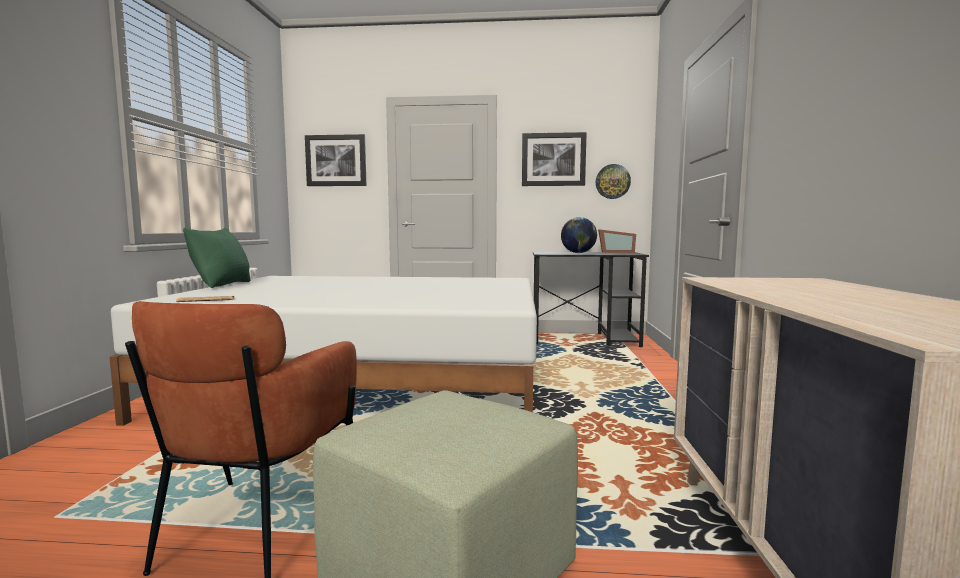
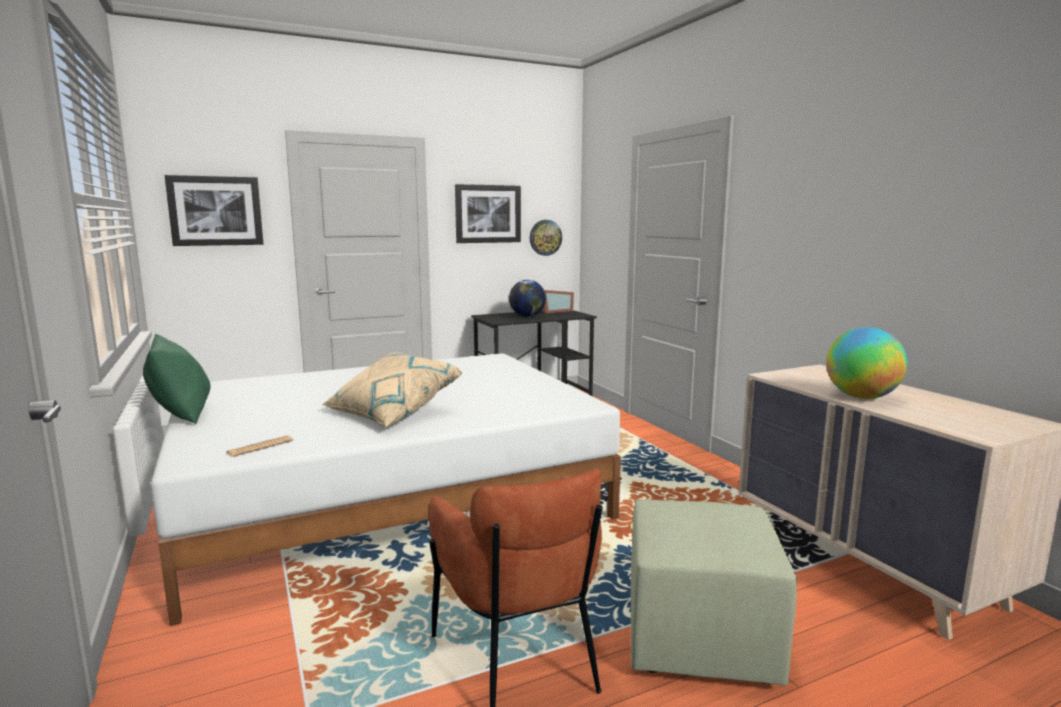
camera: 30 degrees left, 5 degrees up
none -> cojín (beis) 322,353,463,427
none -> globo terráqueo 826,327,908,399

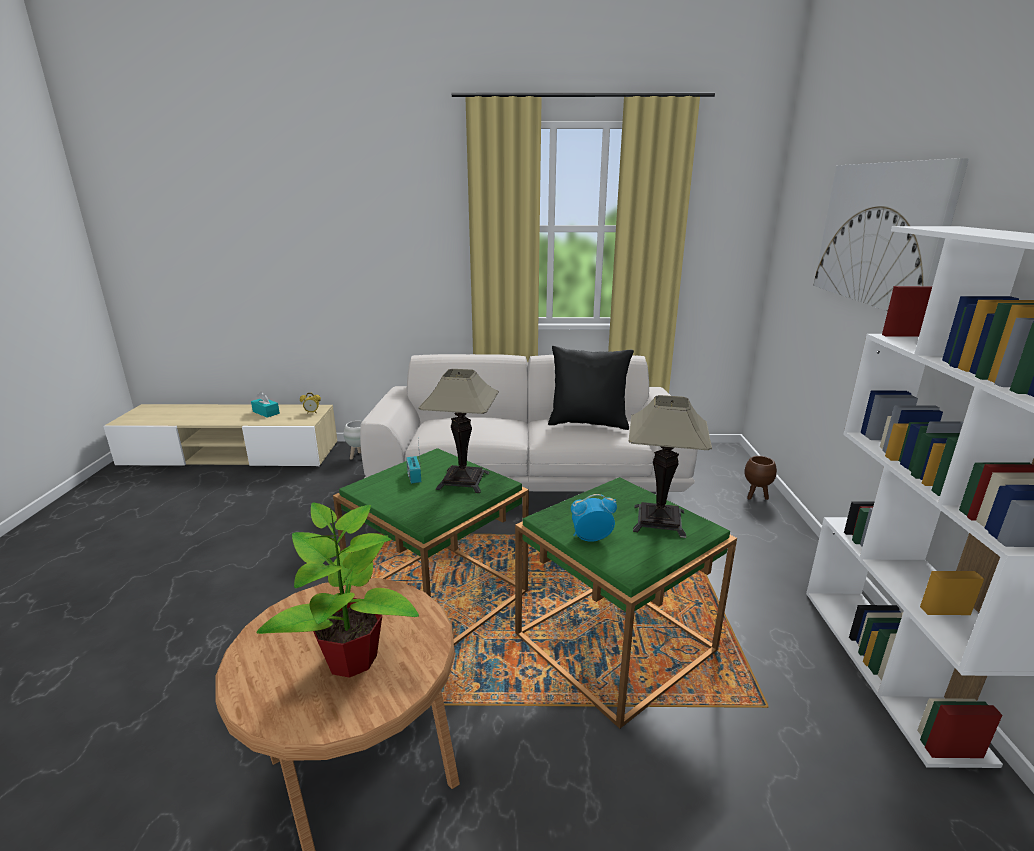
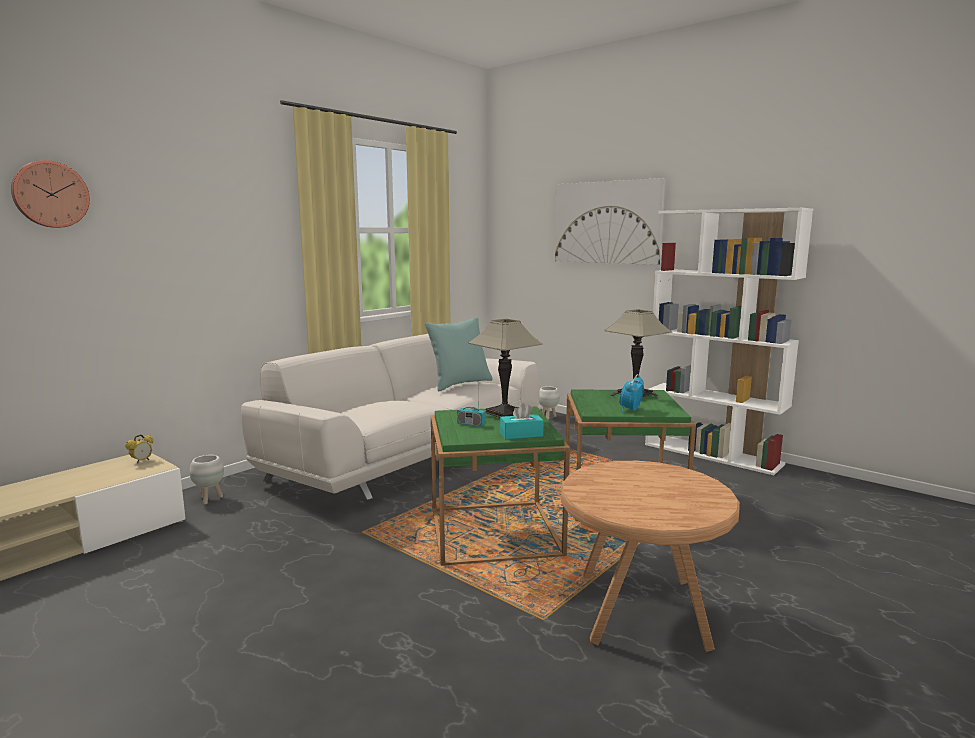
camera: 50 degrees left, 10 degrees down
caja de pañuelos (turquesa) 251,392,280,418 -> caja de pañuelos (turquesa) 500,403,543,439, relocated
planta en maceta 257,502,419,678 -> none
cojín (negro) 548,346,634,430 -> cojín (turquesa) 425,318,493,391
maceta (marrón) 744,456,777,500 -> maceta (blanco) 539,387,560,420
none -> reloj de pared 11,160,90,228

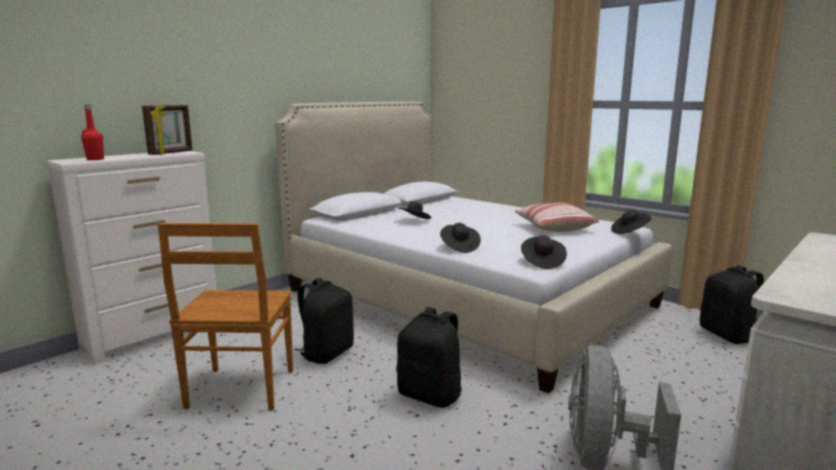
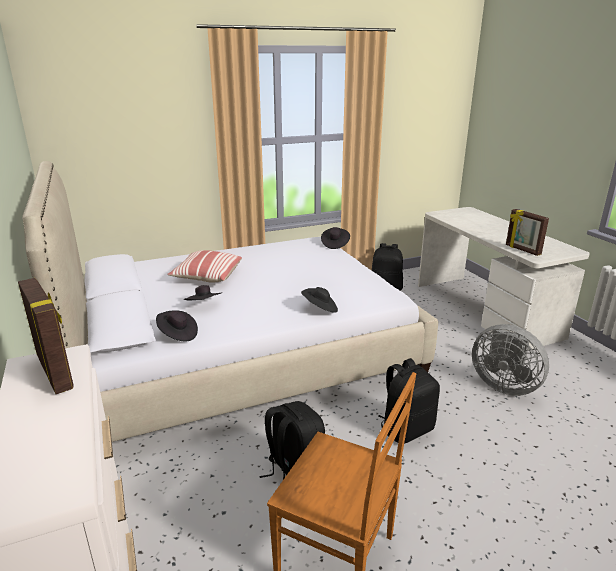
camera: 65 degrees left, 10 degrees up
botella (rojo) 81,104,104,160 -> none
cojín 514,203,599,232 -> cojín 167,250,242,283, relocated
sombrero (negro) 521,235,567,269 -> sombrero (negro) 156,310,198,342, relocated
none -> portarretratos 506,209,549,256

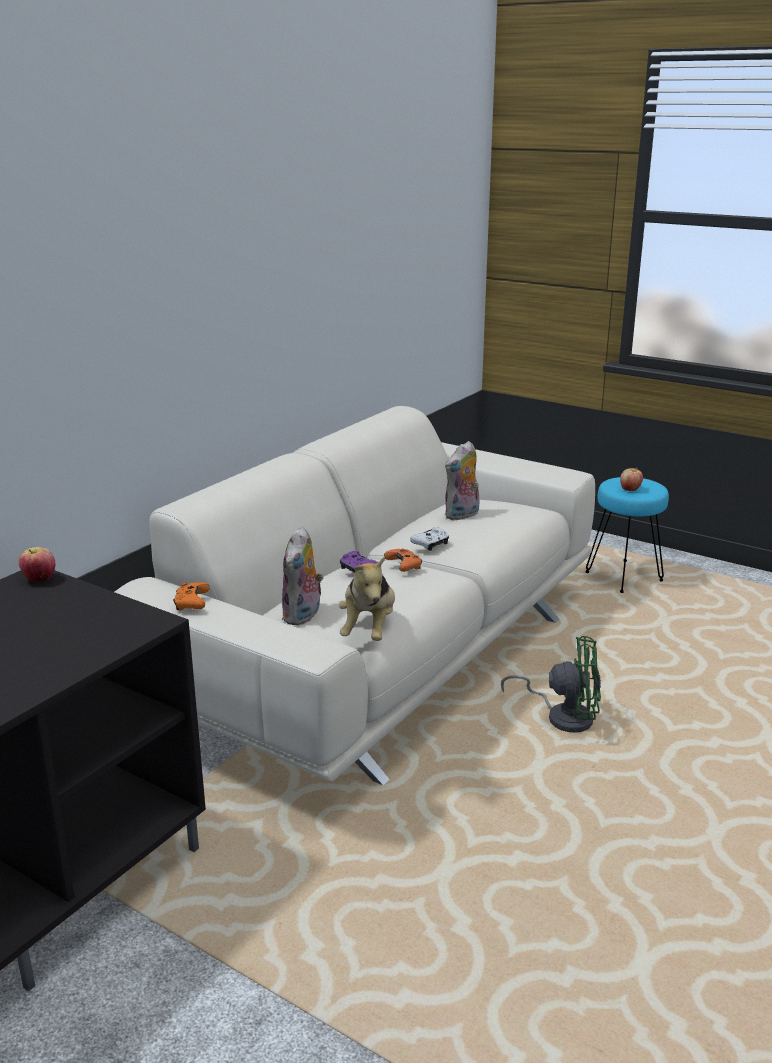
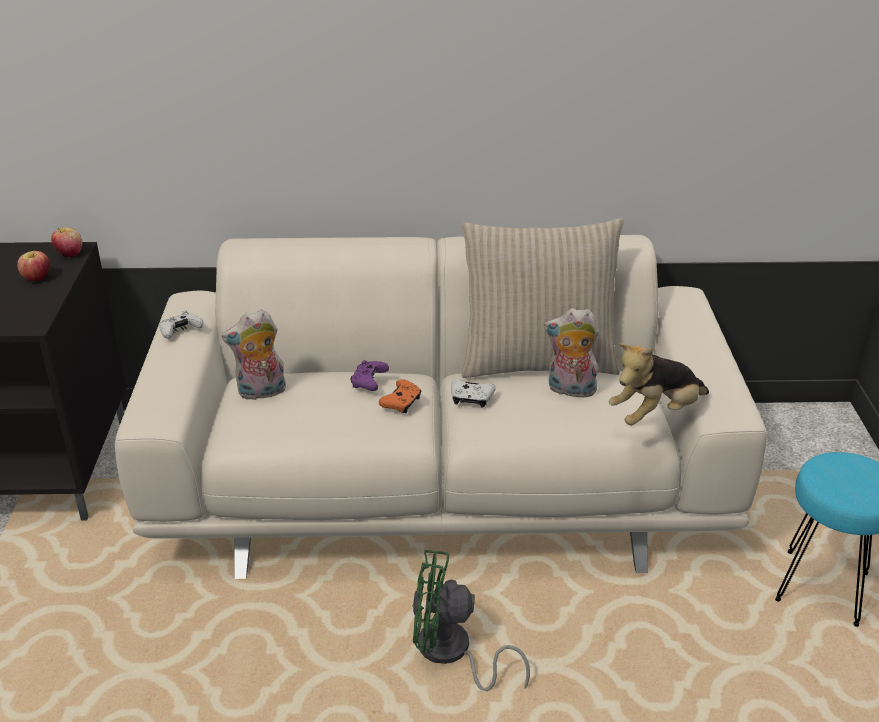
camera: 55 degrees right, 10 degrees up
mando de consola (naranja) 173,582,210,611 -> mando de consola (blanco) 159,311,204,339
peluche 339,556,395,641 -> peluche 609,343,709,425, relocated
ventilador (verde) 501,636,601,733 -> ventilador (verde) 413,550,530,691, 120 degrees clockwise
manzana 620,468,643,491 -> manzana 17,251,50,281, relocated
none -> cojín (beis) 462,218,624,378

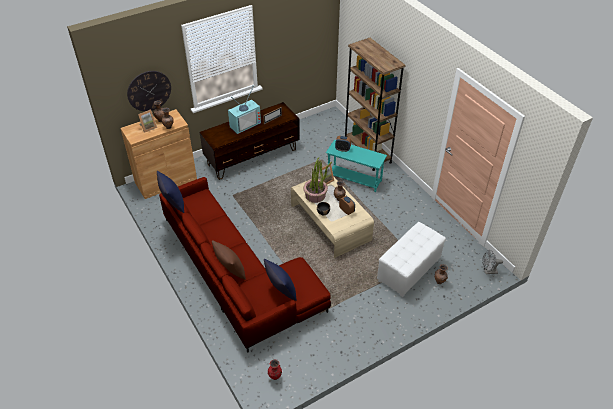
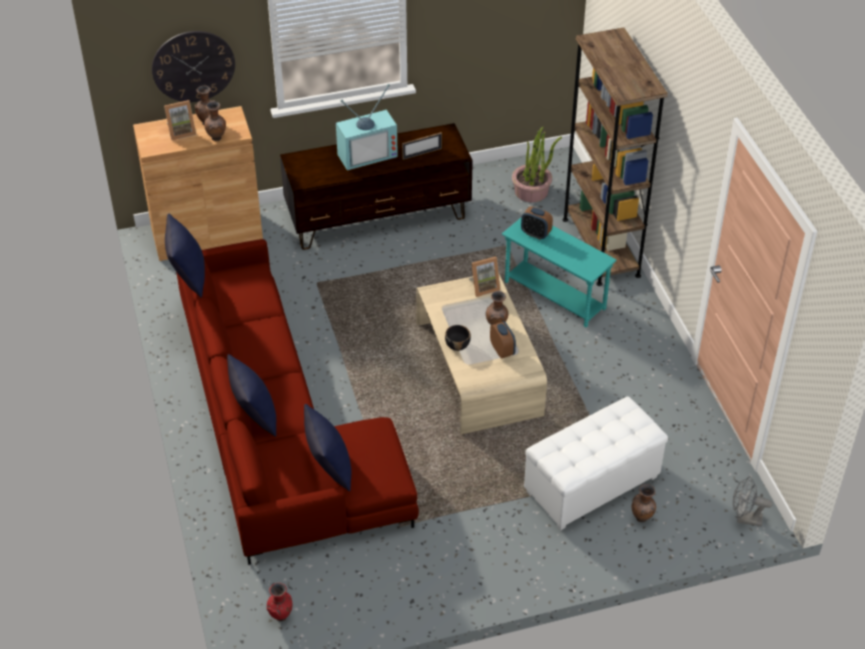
camera: 15 degrees right, 0 degrees up
cojín (marrón) 212,240,246,280 -> cojín (azul) 227,354,276,437
planta en maceta 303,157,332,203 -> planta en maceta 512,126,562,202, relocated

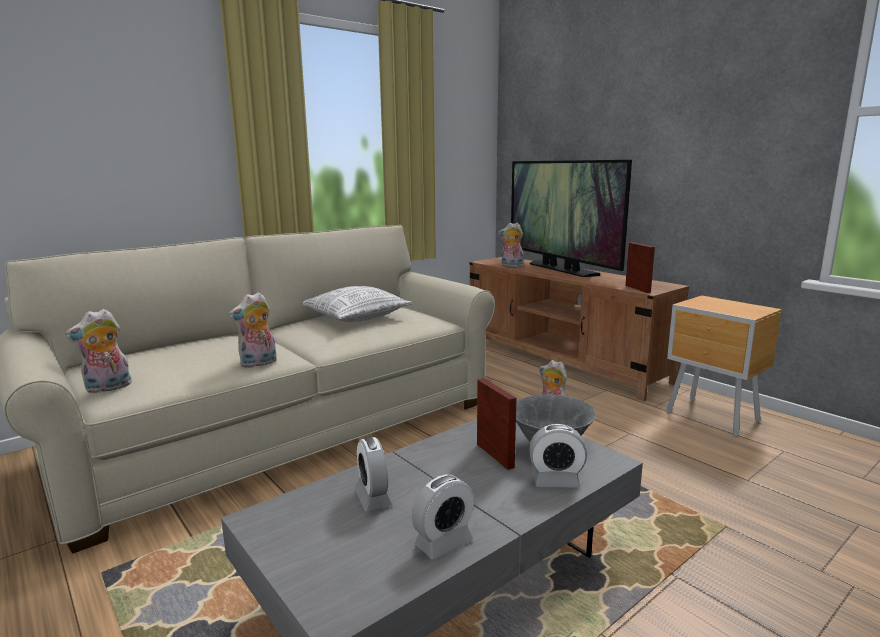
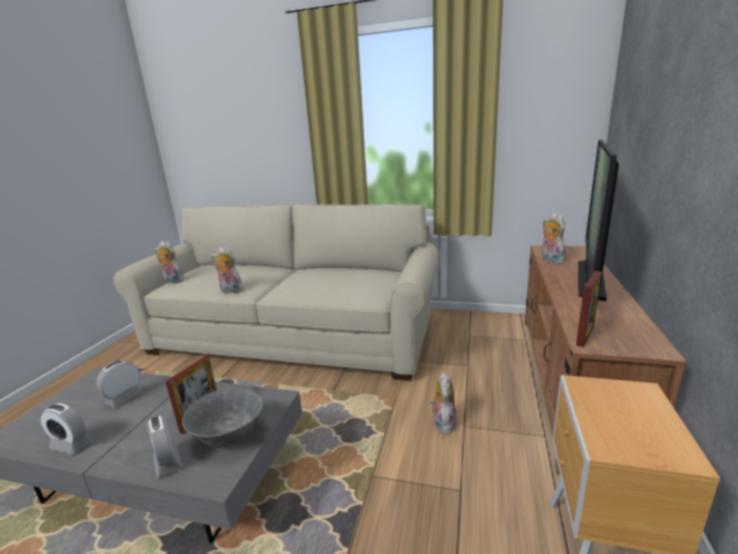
camera: 55 degrees right, 5 degrees up
cojín 303,286,412,322 -> none

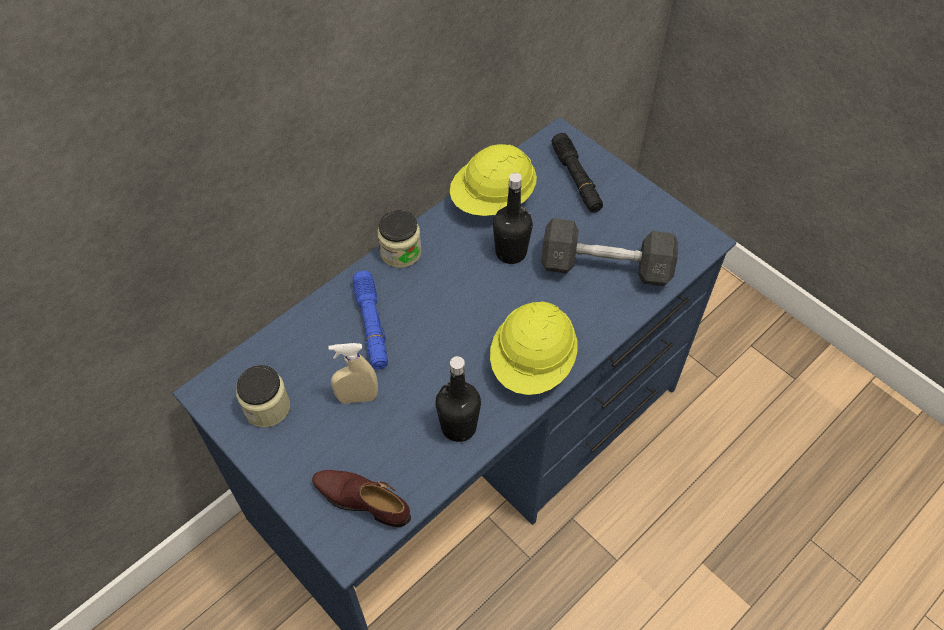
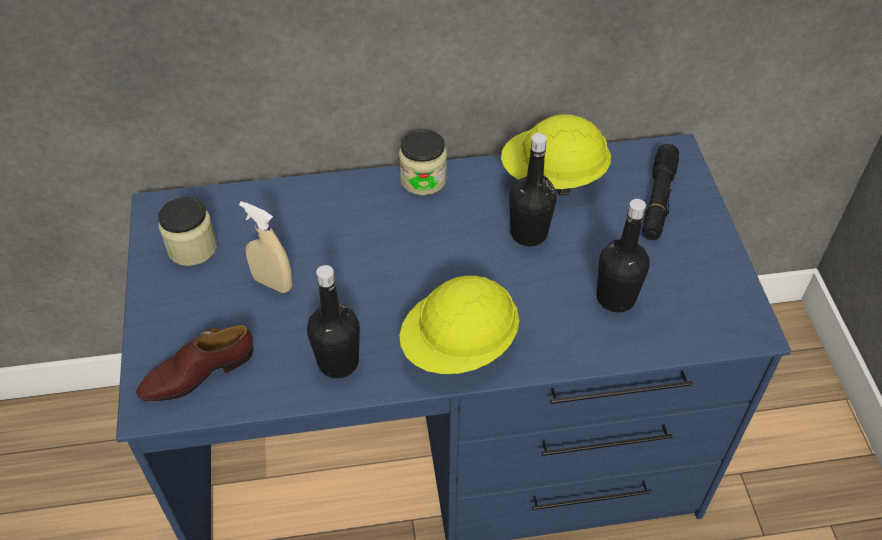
camera: 35 degrees right, 5 degrees down
zapato (marrón) 312,470,411,527 -> zapato (marrón) 136,325,253,401, 90 degrees counterclockwise
linterna (azul) 353,271,388,369 -> none
mancuerna (gris) 541,218,678,286 -> botella (negro) 597,199,649,313

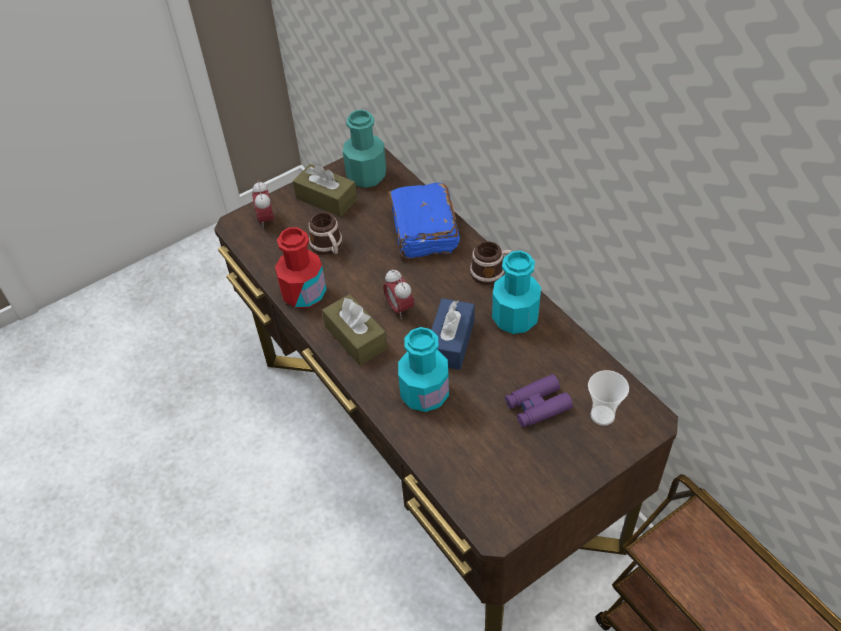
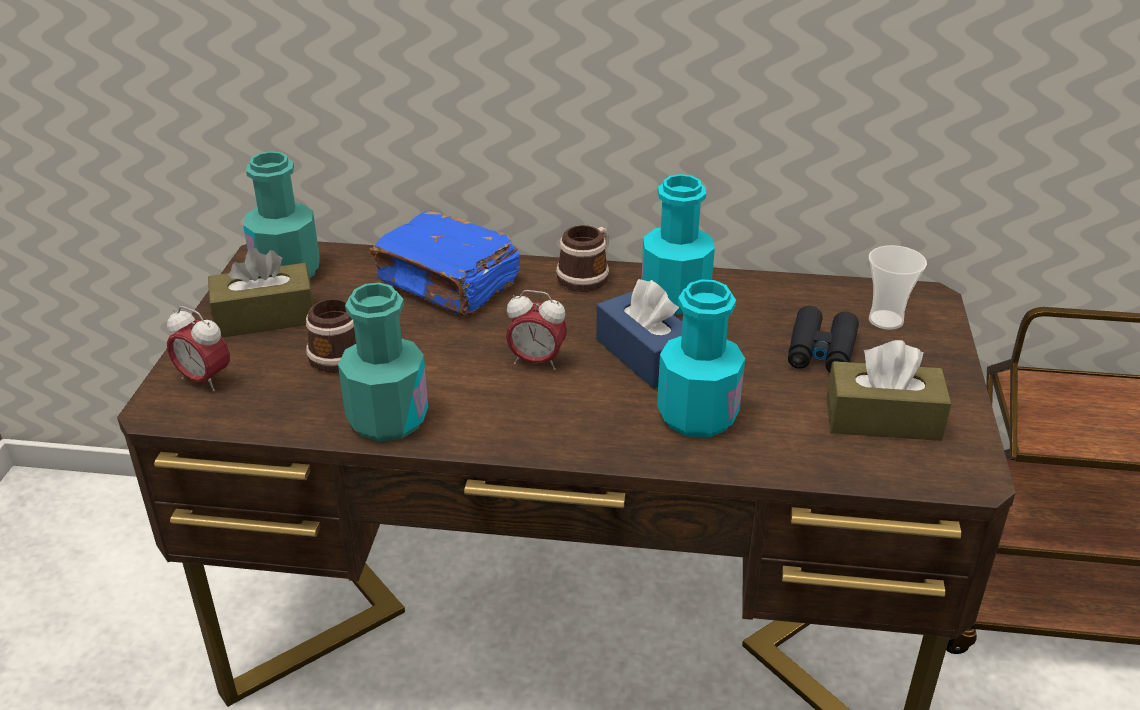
camera: 50 degrees left, 15 degrees down
botella (rojo) 275,227,327,308 -> botella (turquesa) 338,282,428,442
caja de pañuelos (marrón) 322,294,387,365 -> caja de pañuelos (marrón) 826,340,951,441, relocated
prismáticos (morado) 505,374,573,428 -> prismáticos (negro) 788,306,859,373

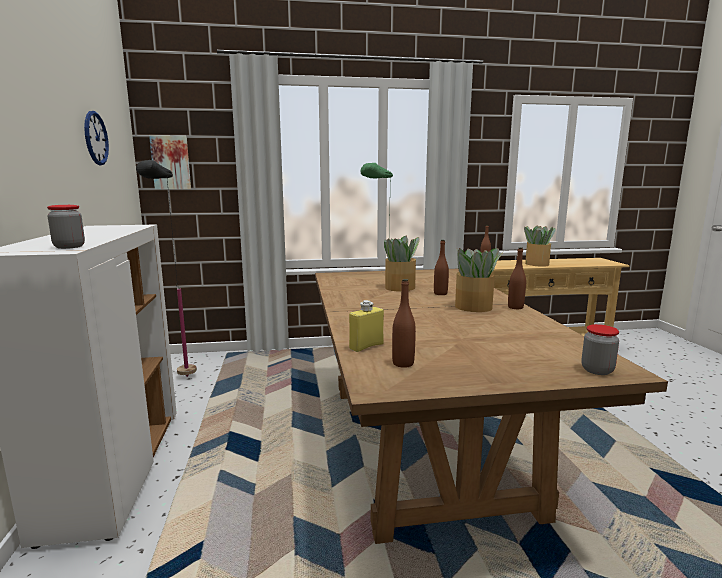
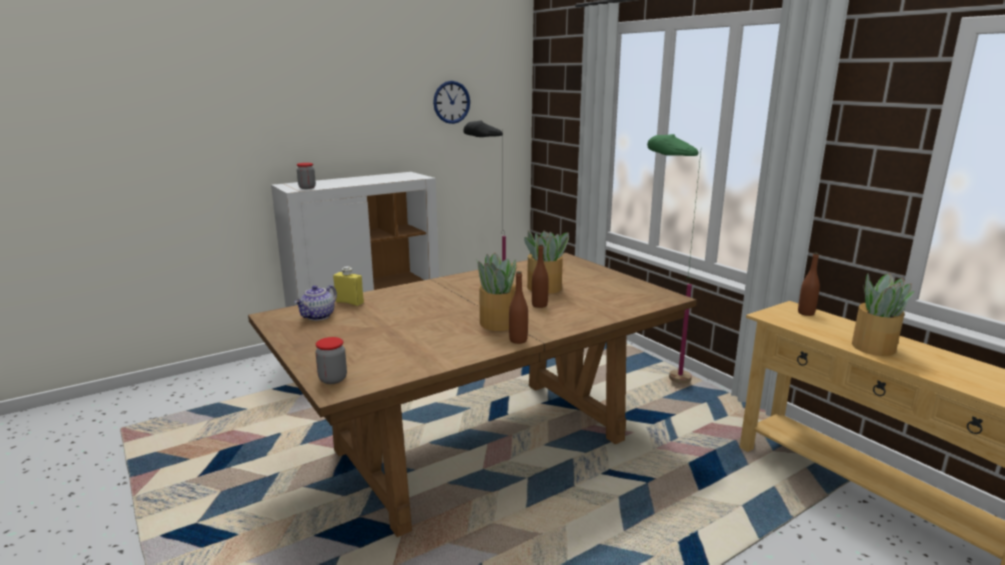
camera: 65 degrees right, 5 degrees up
cuadro 149,135,191,189 -> none
botella (marrón) 392,279,416,368 -> tetera 294,285,337,321

